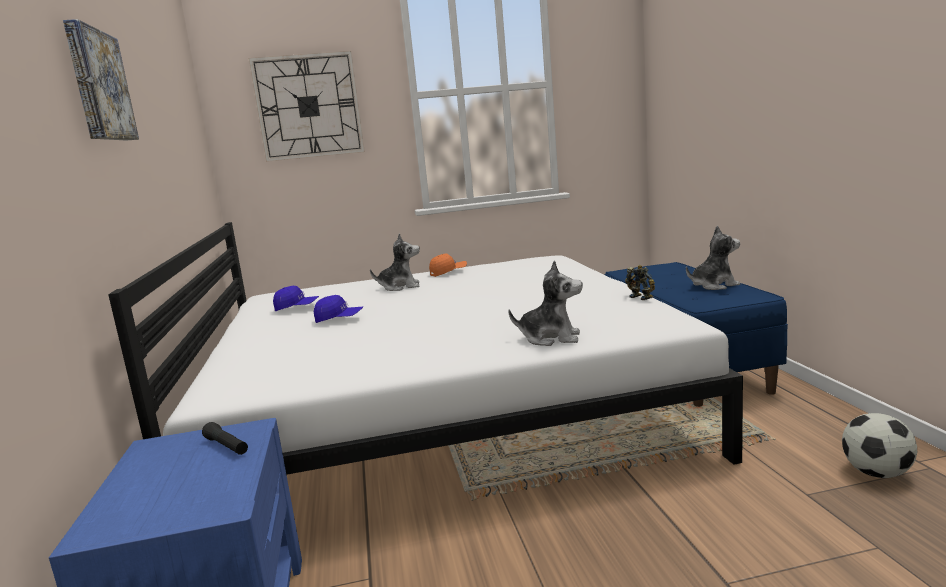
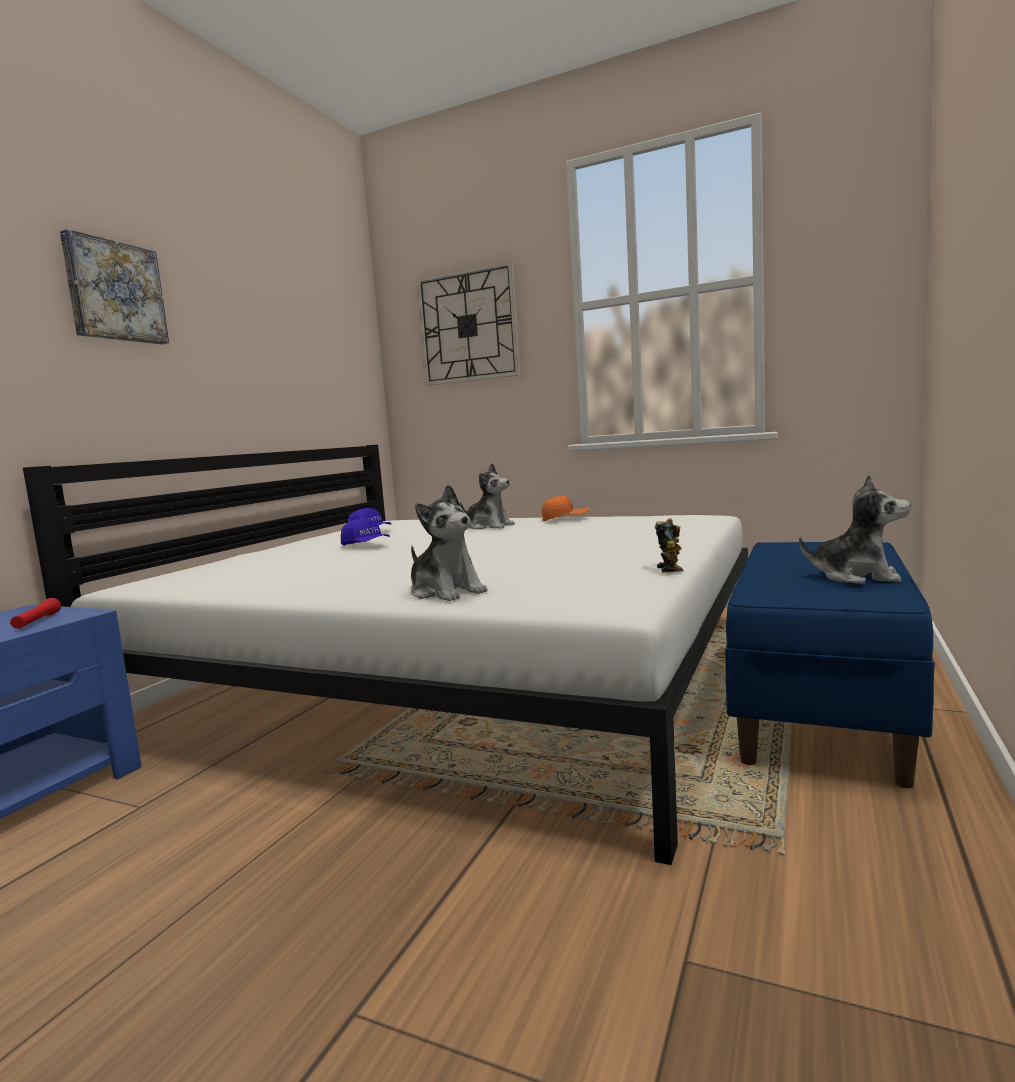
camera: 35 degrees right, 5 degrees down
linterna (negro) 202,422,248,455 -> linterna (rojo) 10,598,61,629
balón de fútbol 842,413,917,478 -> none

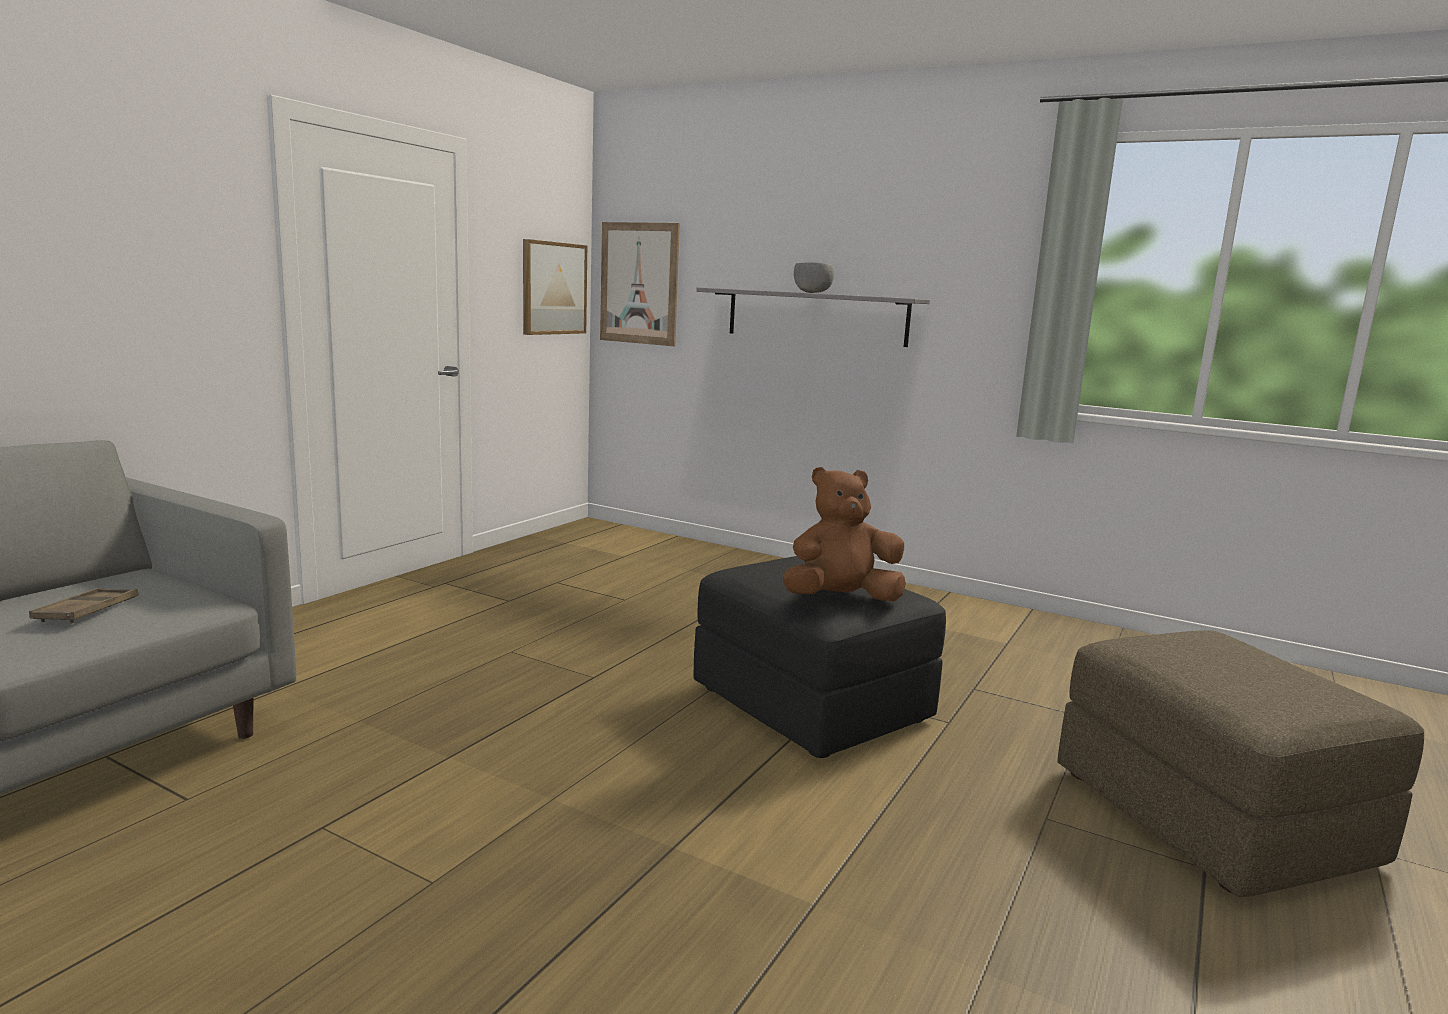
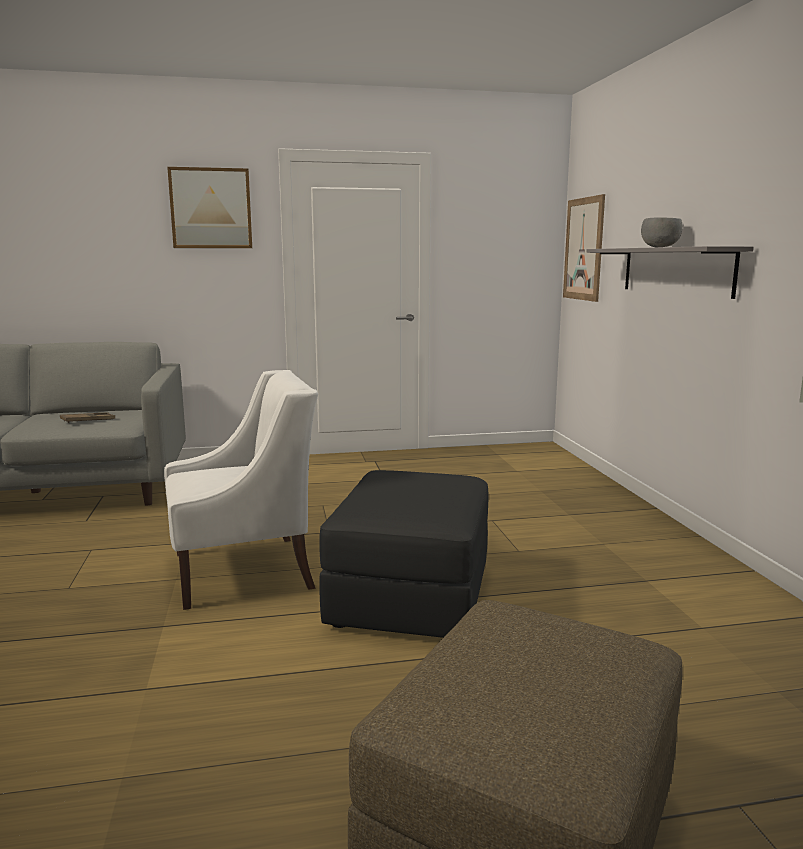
camera: 50 degrees right, 0 degrees up
cuadro 523,239,587,335 -> cuadro 167,167,252,248, relocated
peluche (marrón) 783,467,906,601 -> none
none -> sillón (blanco) 164,370,318,610

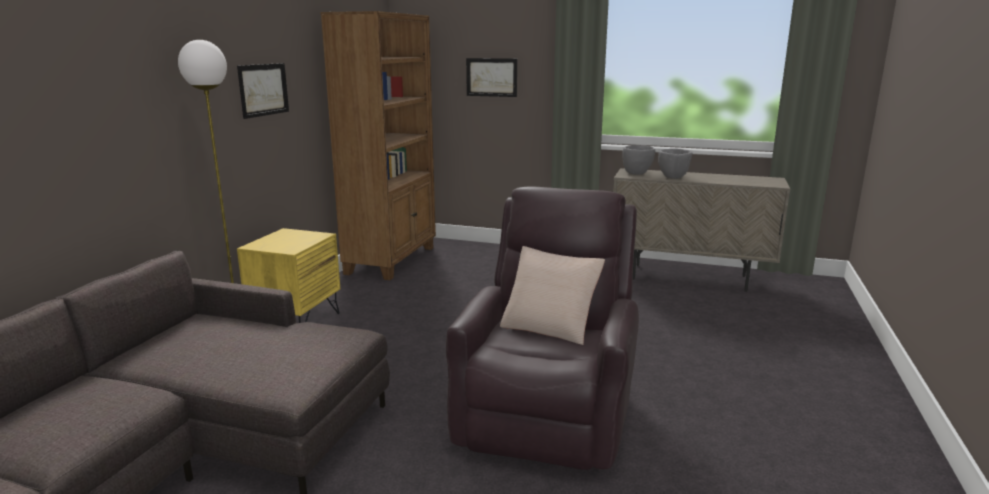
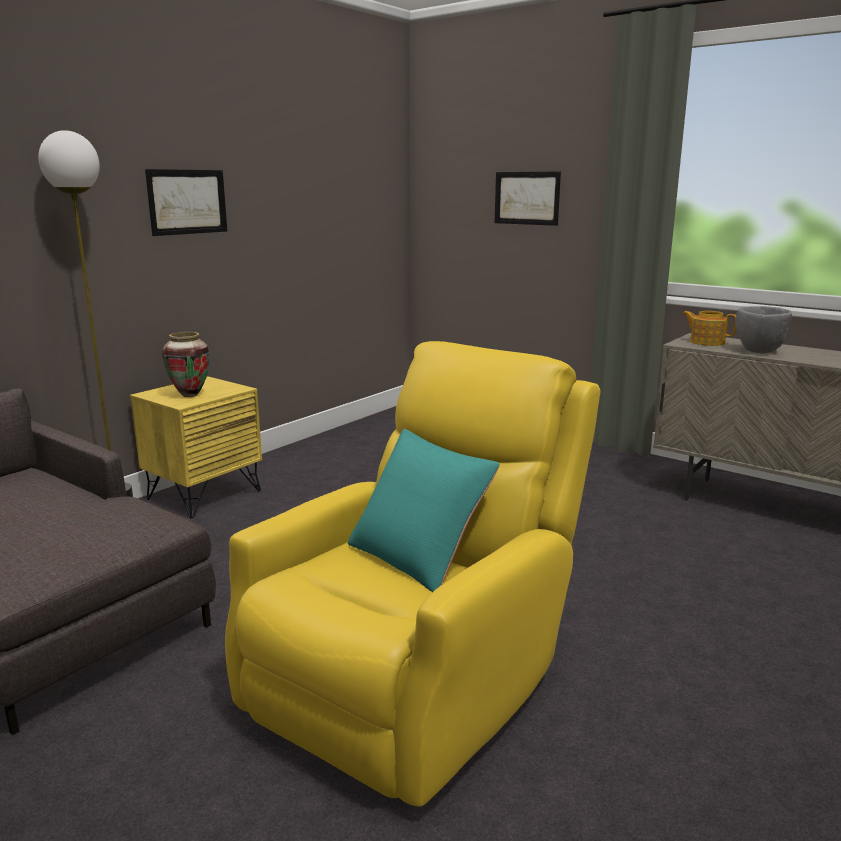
camera: 20 degrees right, 0 degrees up
estantería (marrón) 321,11,436,280 -> none
sillón (marrón) 446,186,639,470 -> sillón (amarillo) 225,341,601,807
cojín (beis) 500,246,605,345 -> cojín (turquesa) 348,429,500,592
cuenco (gris) 622,145,655,175 -> tetera 682,311,736,346
none -> florero 162,332,209,397

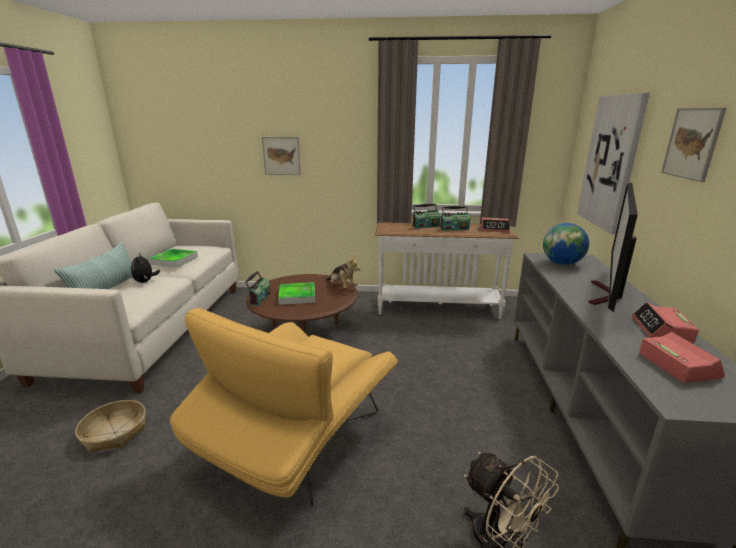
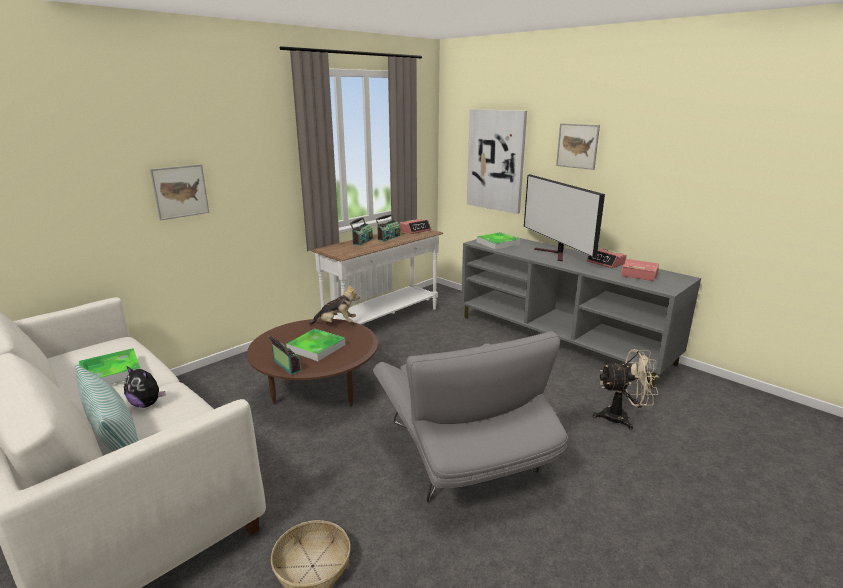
camera: 50 degrees left, 0 degrees up
sillón (amarillo) 170,308,398,506 -> sillón (gris) 373,331,568,502
globo terráqueo 543,223,589,265 -> bandeja 476,232,520,250

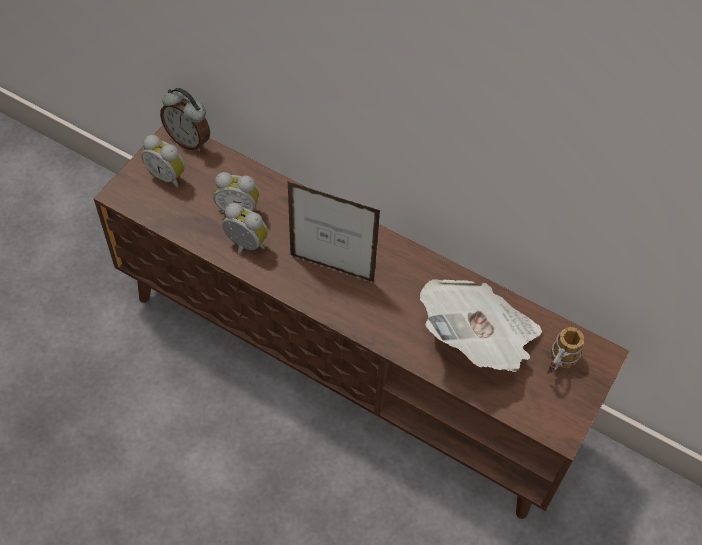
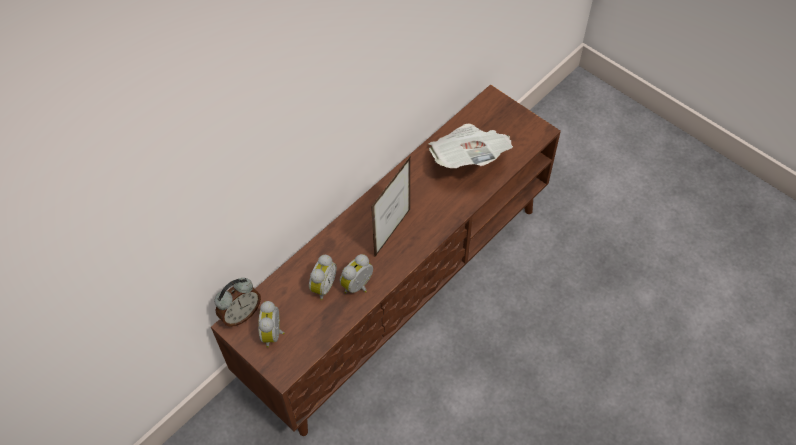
camera: 75 degrees left, 0 degrees up
despertador 141,135,185,188 -> despertador 258,301,285,348, 135 degrees clockwise
taza grande 547,327,584,374 -> none

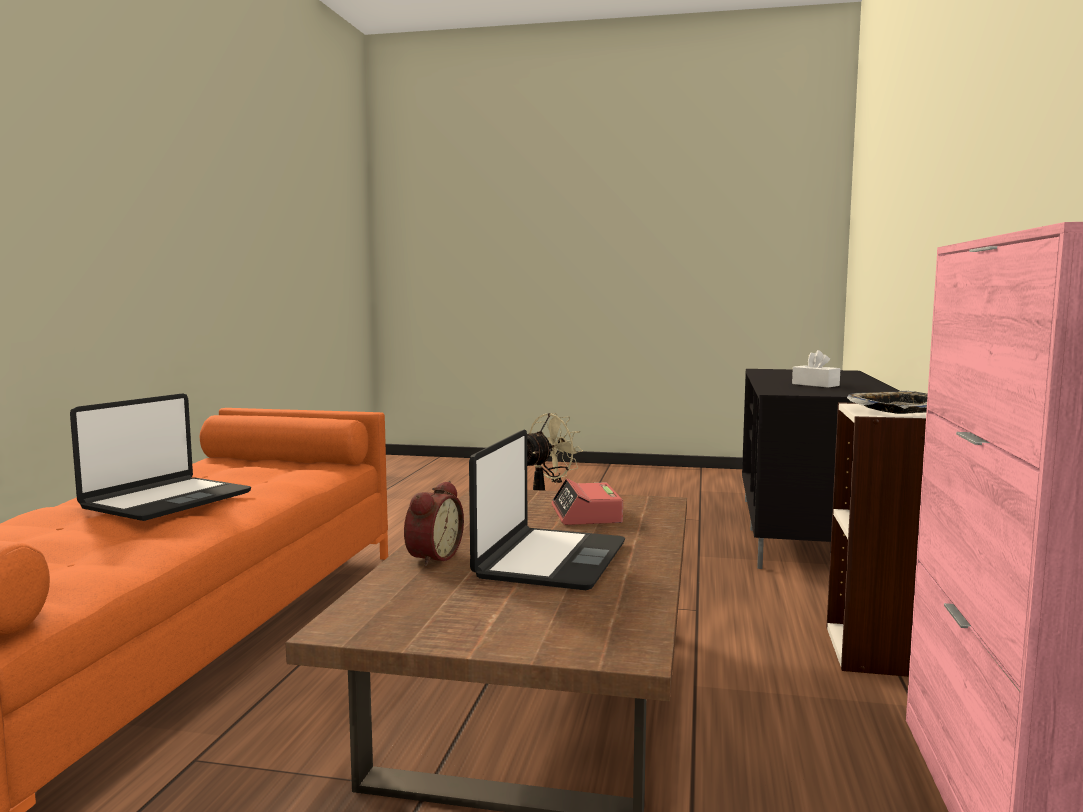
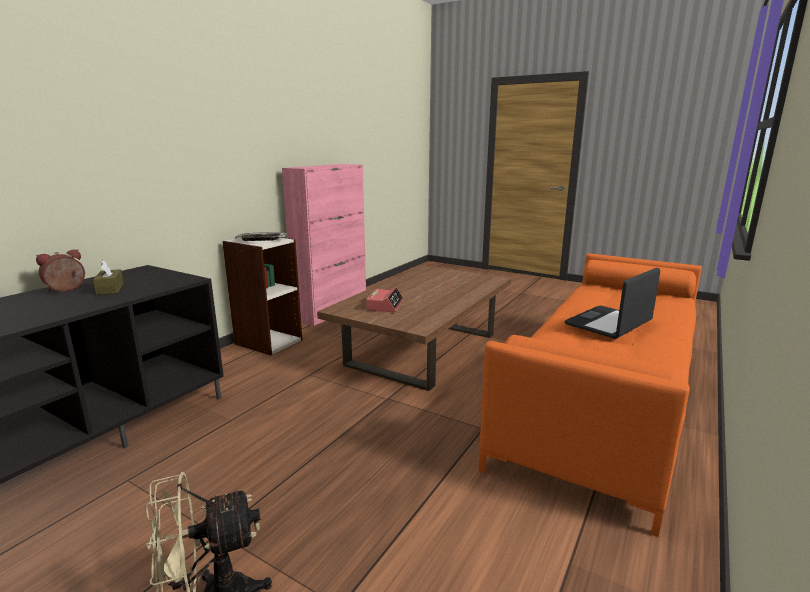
camera: 160 degrees left, 10 degrees up
despertador 404,481,464,567 -> despertador 36,249,85,292, relocated
portátil 469,429,625,590 -> none
caja de pañuelos (blanco) 792,350,840,387 -> caja de pañuelos (marrón) 93,260,124,295

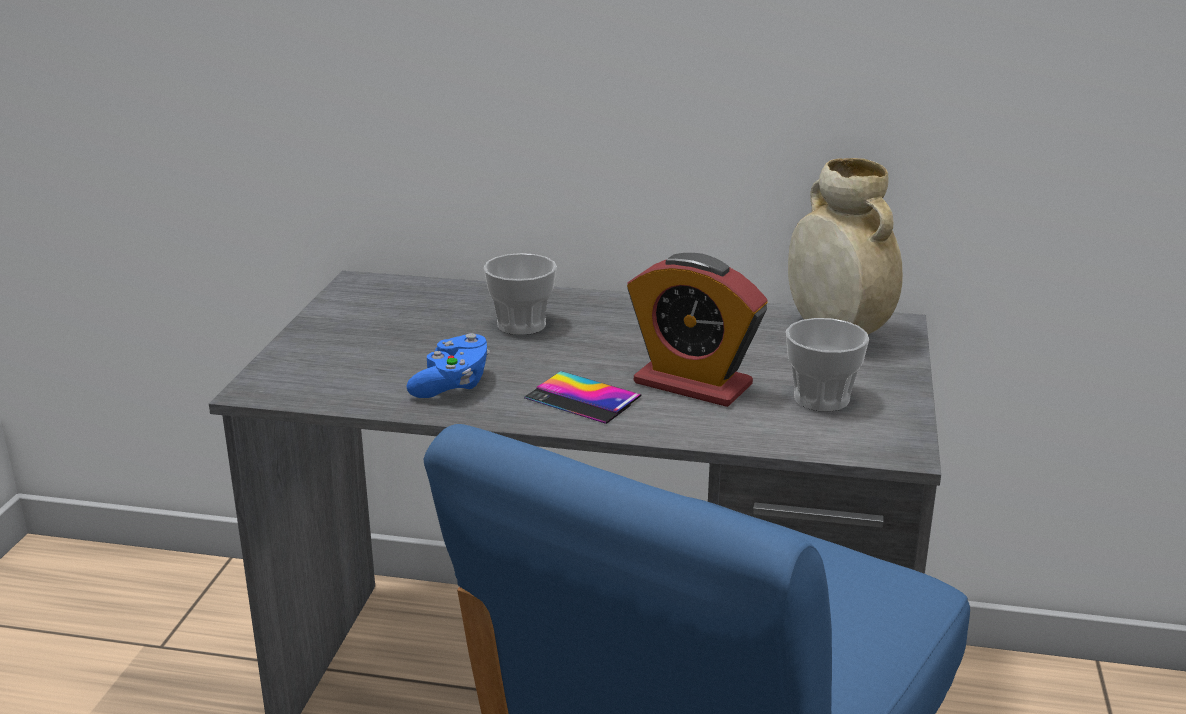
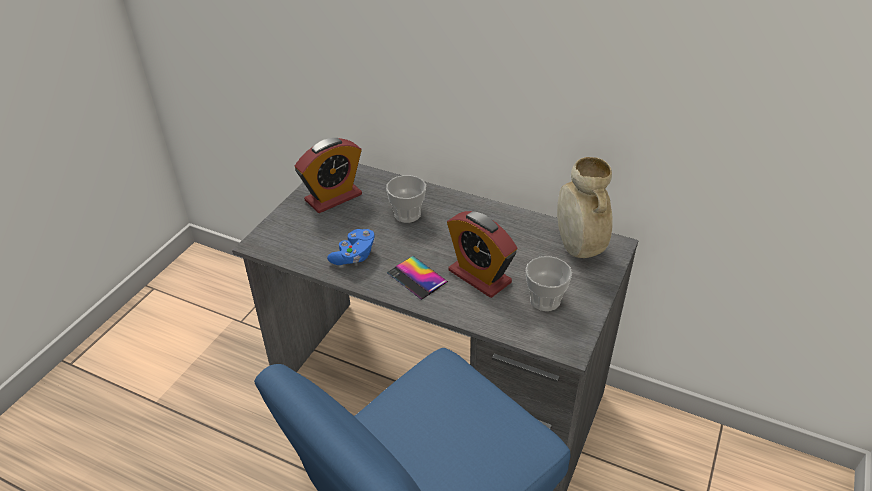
camera: 15 degrees right, 15 degrees up
none -> despertador 295,138,362,213

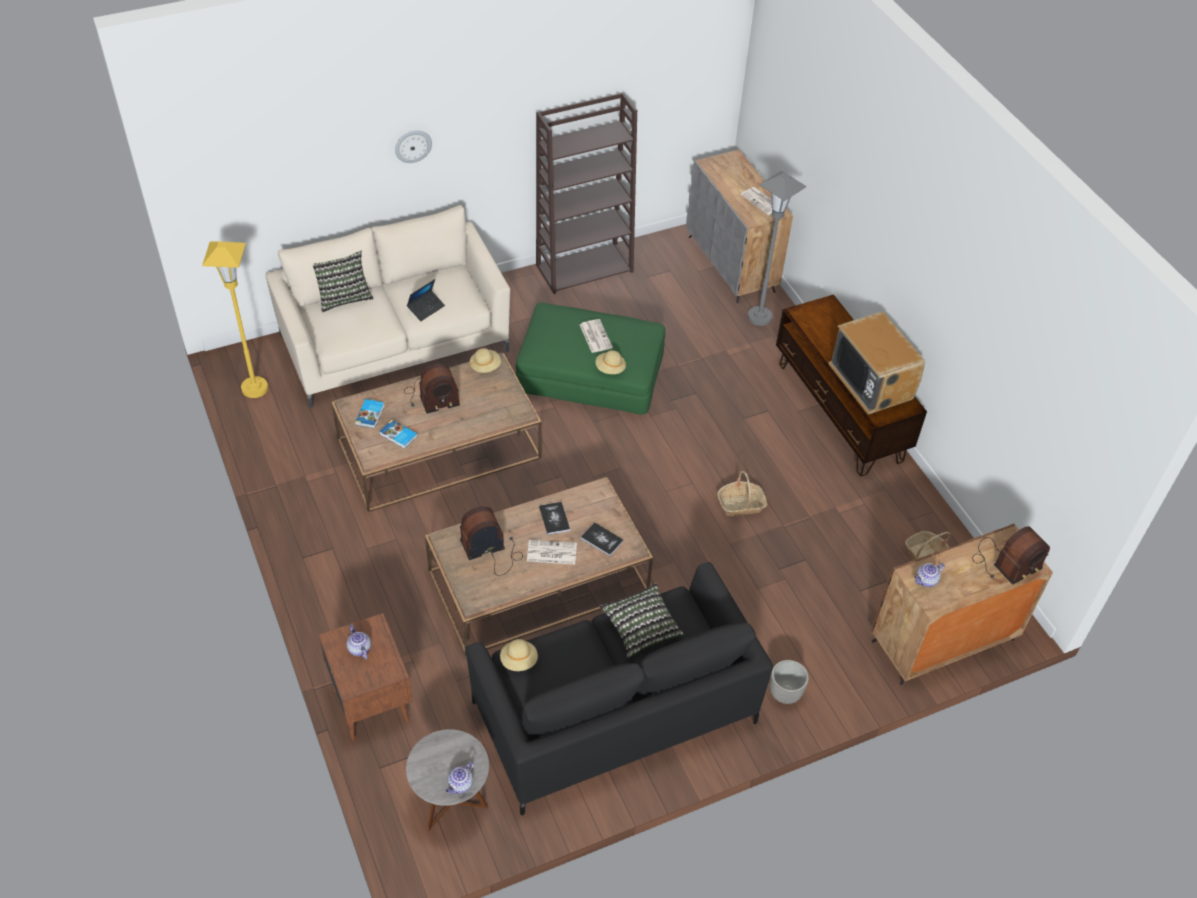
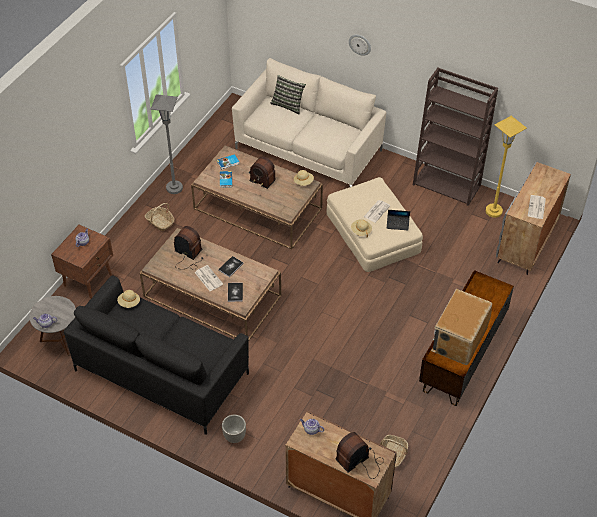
camera: 55 degrees right, 0 degrees up
lámpara de pie (amarillo) 202,241,268,398 -> lámpara de pie (amarillo) 486,116,527,218, relocated
portátil 407,279,445,321 -> portátil 387,210,410,230, relocated
puf (verde) 515,302,665,415 -> puf (beis) 327,177,423,272
cojín 600,583,684,659 -> none
cesta 718,471,767,516 -> cesta 145,203,175,231, relocated
lámpara de pie (gris) 748,171,806,326 -> lámpara de pie (gris) 151,94,183,194, relocated
radio 972,526,1050,584 -> radio 335,432,384,479, 120 degrees clockwise

